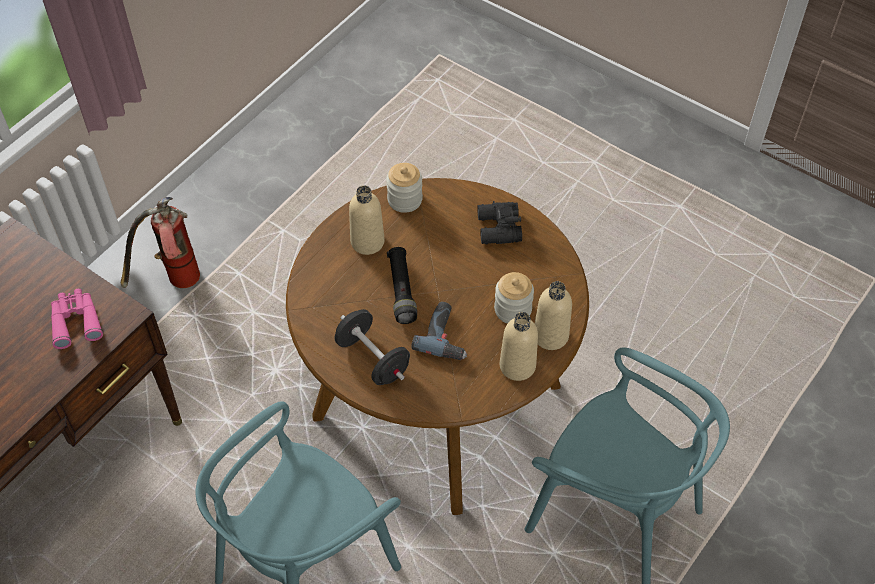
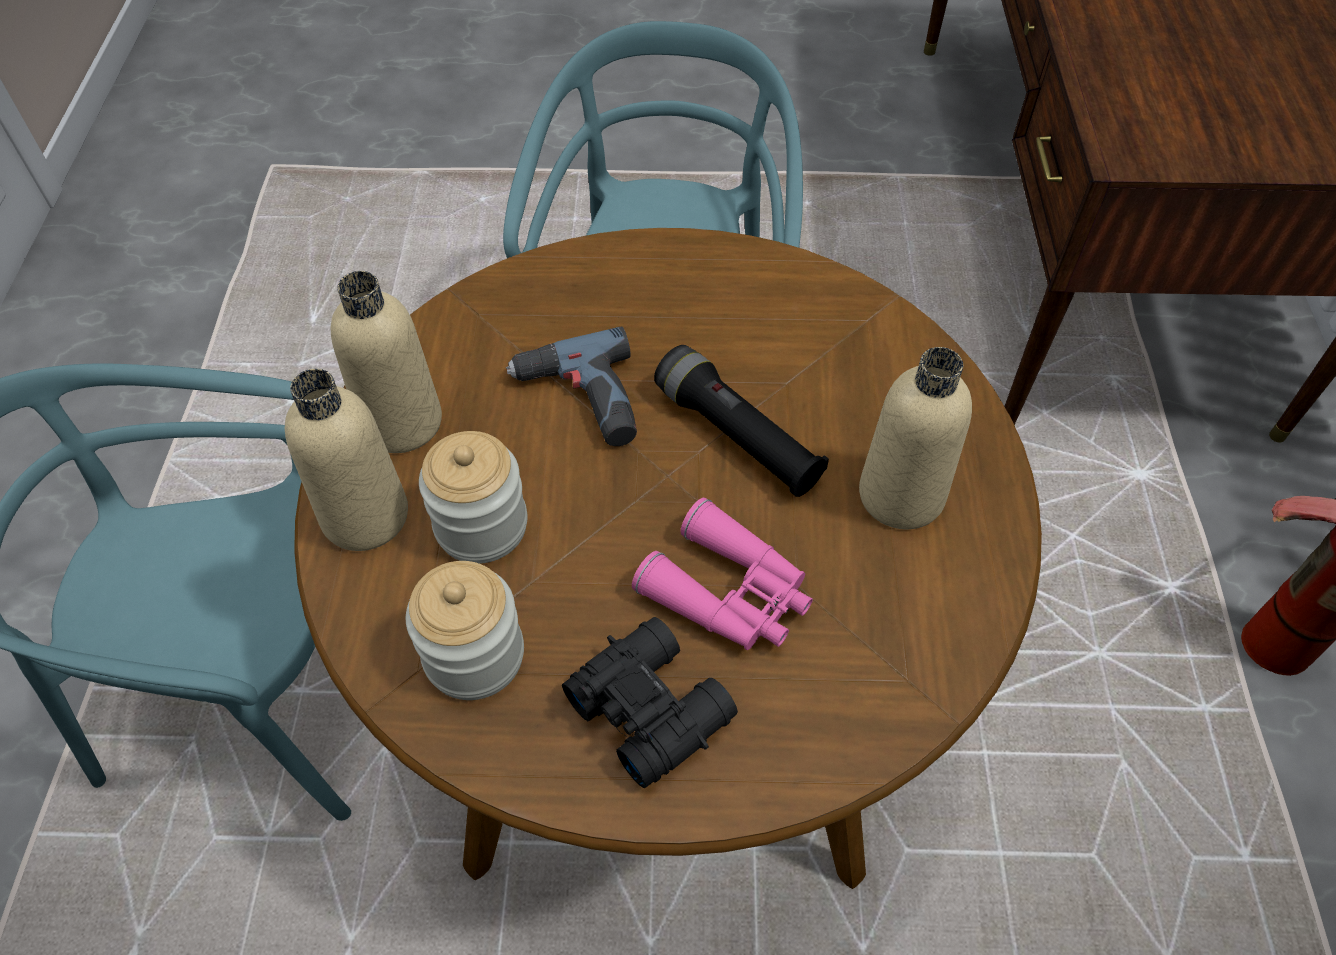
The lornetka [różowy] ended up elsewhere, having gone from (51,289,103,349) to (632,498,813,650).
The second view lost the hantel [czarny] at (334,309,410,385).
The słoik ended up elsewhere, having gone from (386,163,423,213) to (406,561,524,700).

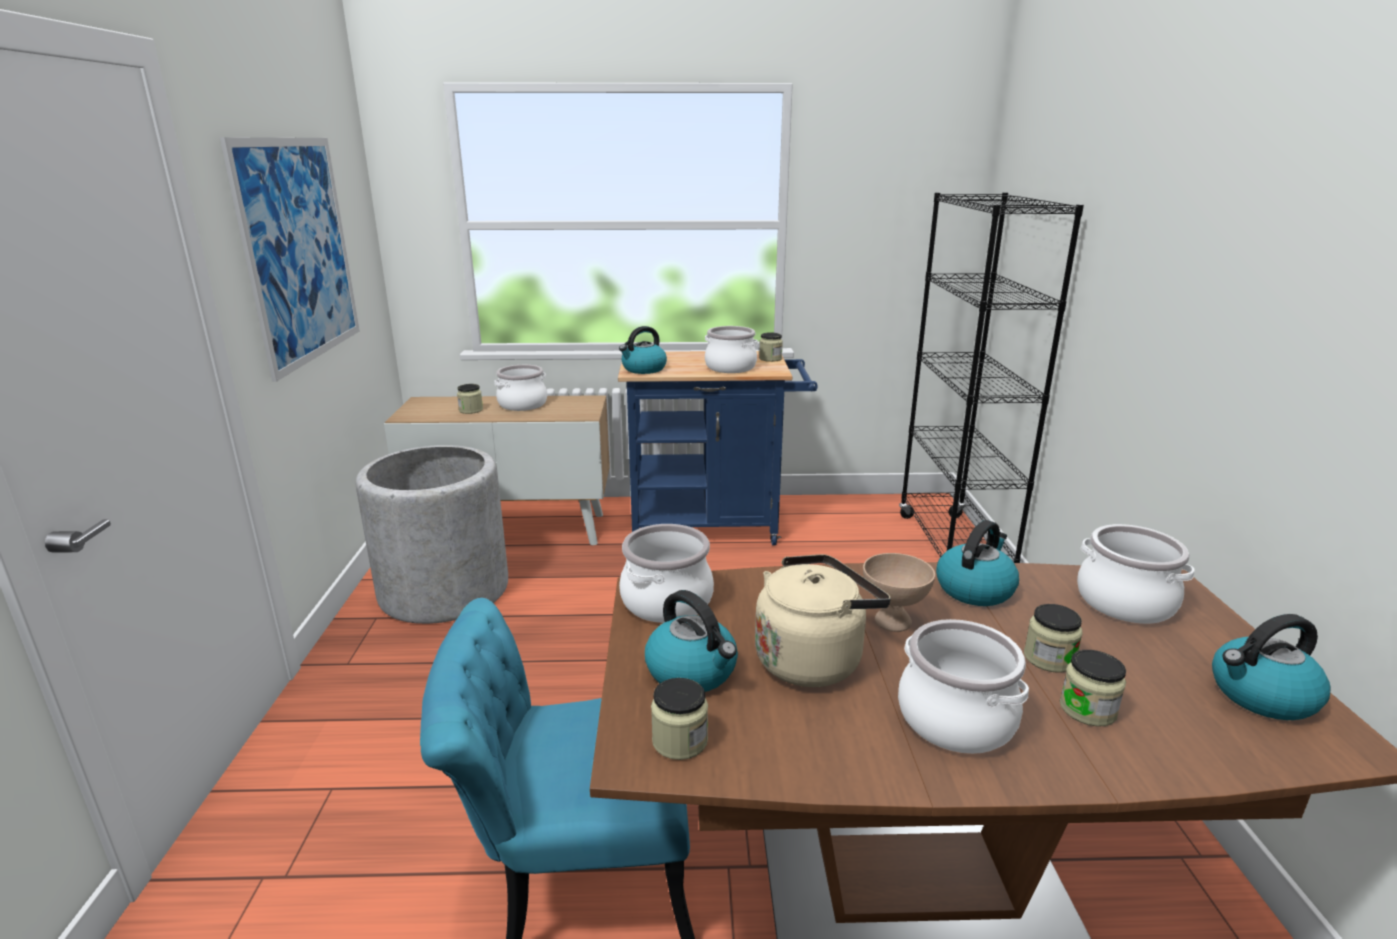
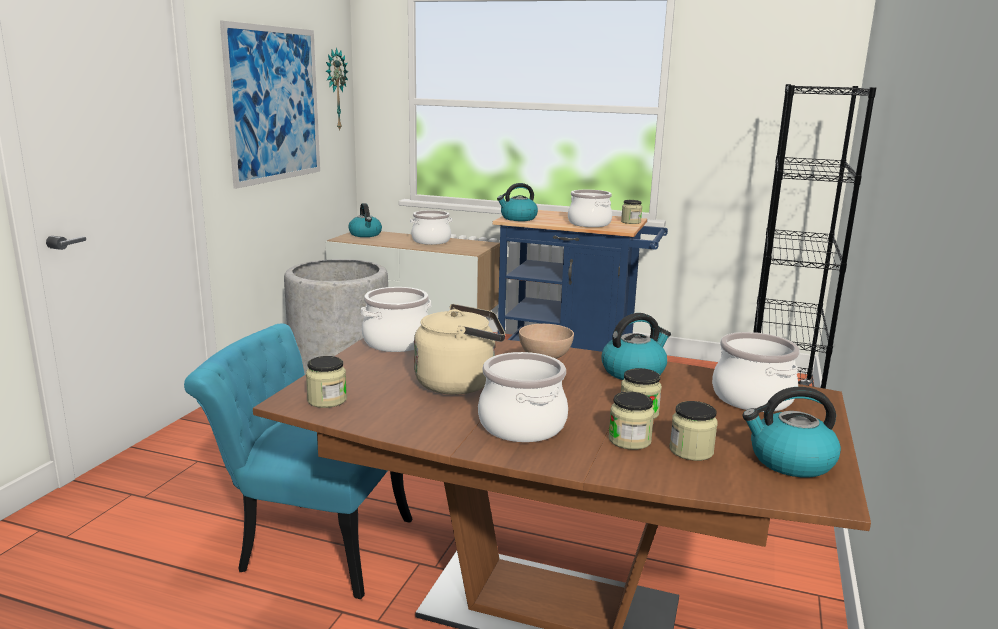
The słoik ended up elsewhere, having gone from (457,384,483,414) to (669,401,718,461).
The czajnik ended up elsewhere, having gone from (645,590,738,692) to (348,203,382,237).
The second view gained the zegar ścienny at (326,48,349,131).

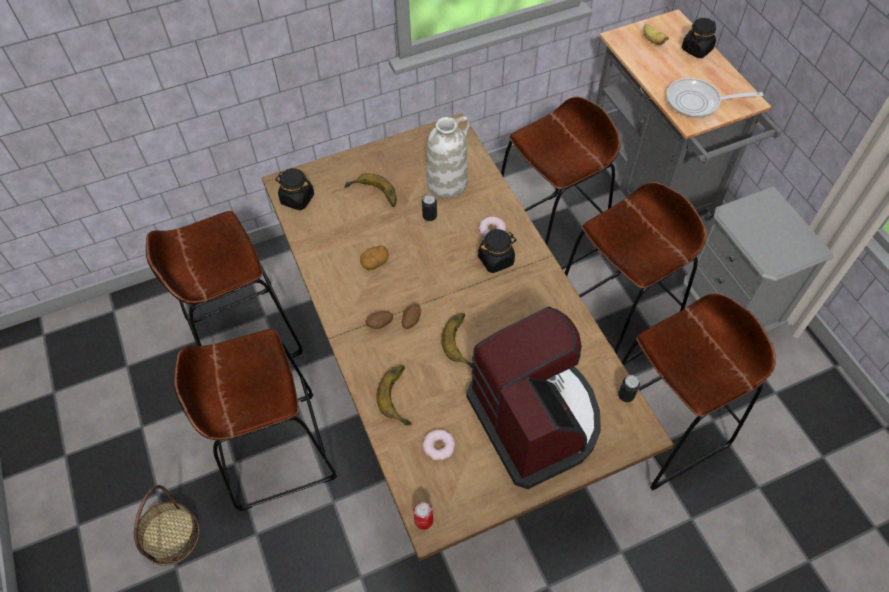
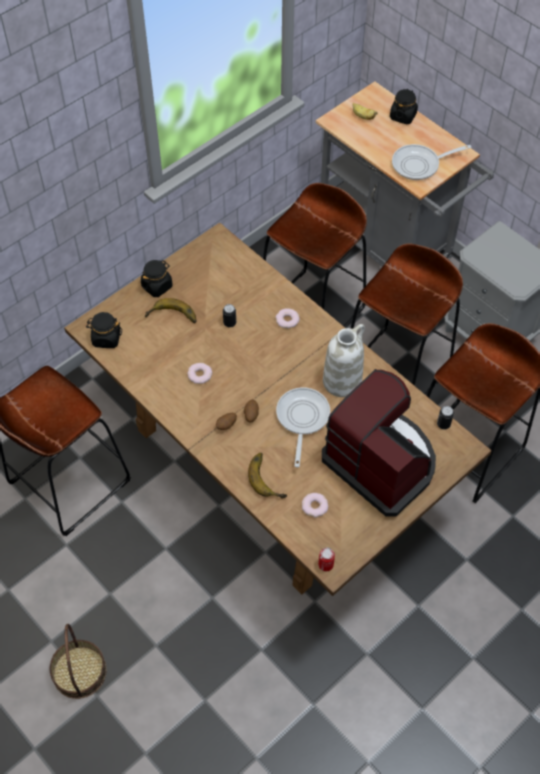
The second view lost the stołek [brązowy] at (174,329,337,511).
Where the ziemniak stood at (360,246,389,271), the donut came to stand at (187,363,212,384).
The wazon [biały] ended up elsewhere, having gone from (426,116,471,198) to (323,324,365,397).
Where the banan stood at (441,313,473,368), the patelnia came to stand at (276,387,330,467).
The słoik [czarny] ended up elsewhere, having gone from (478,229,517,273) to (141,260,172,297).

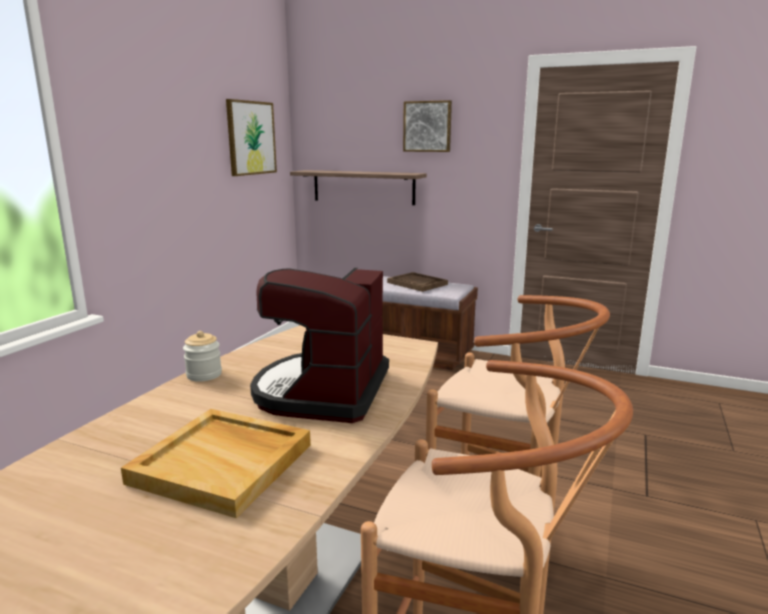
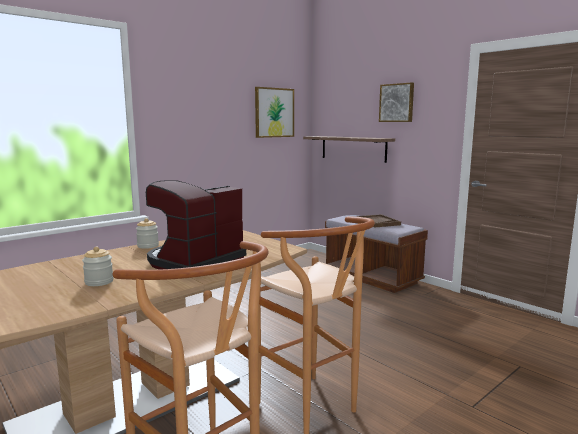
Where the taca [beżowy] stood at (121,409,311,518), the słoik came to stand at (82,247,114,286).

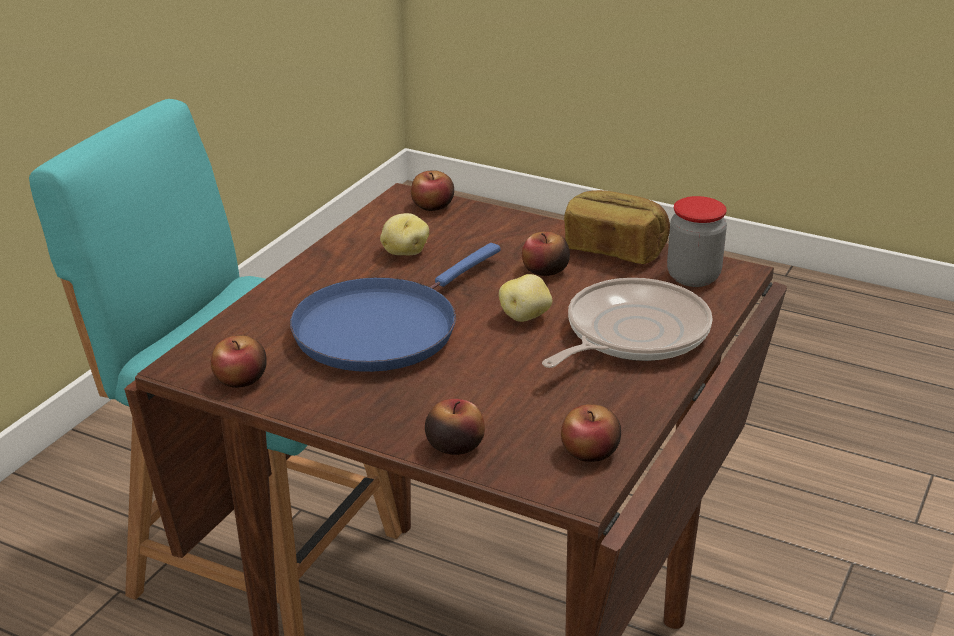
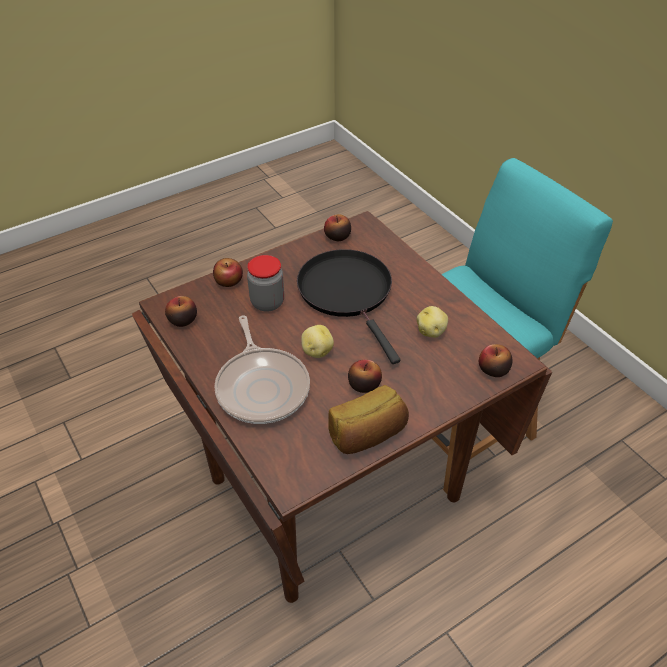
What was the patelnia [niebieski] at (290,243,500,372) turned into the patelnia [czarny] at (297,249,401,364).
The słoik ended up elsewhere, having gone from (667,196,727,287) to (247,255,284,312).

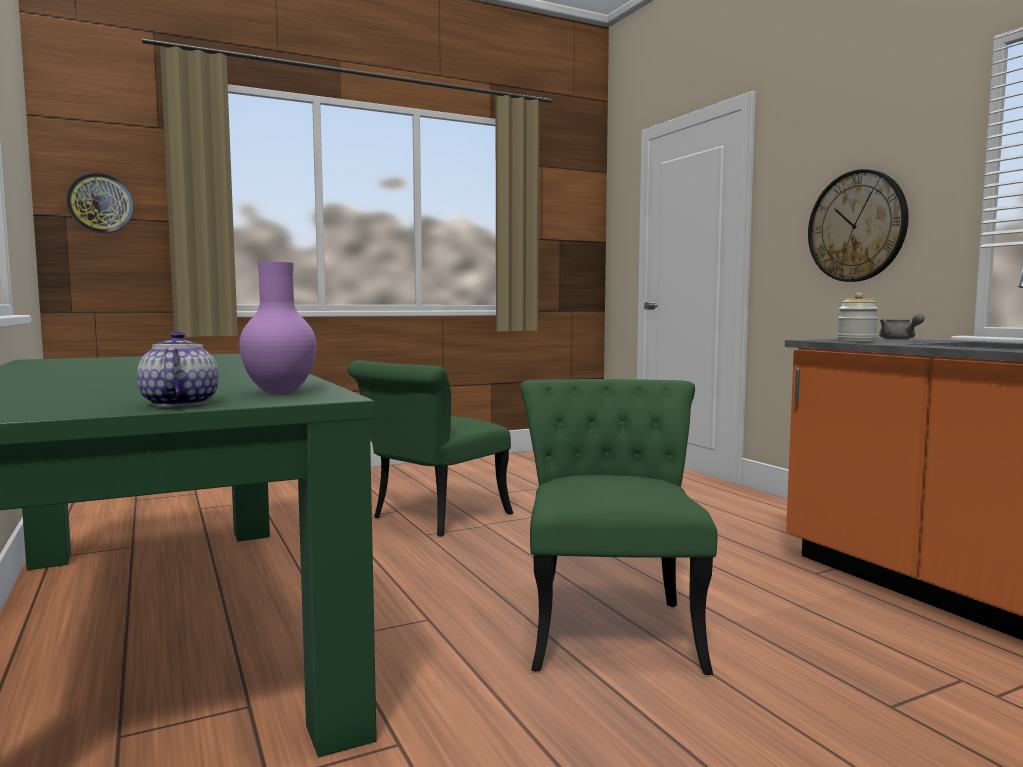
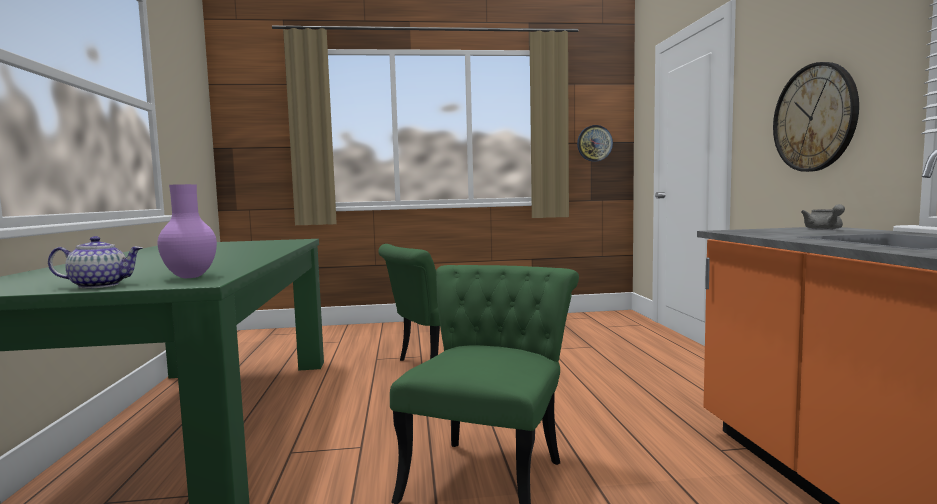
The zegar ścienny ended up elsewhere, having gone from (66,173,134,233) to (577,125,613,162).
The imbryk at (137,331,219,407) ended up facing another way, 75 degrees clockwise from before.
The second view lost the słoik at (837,292,878,342).

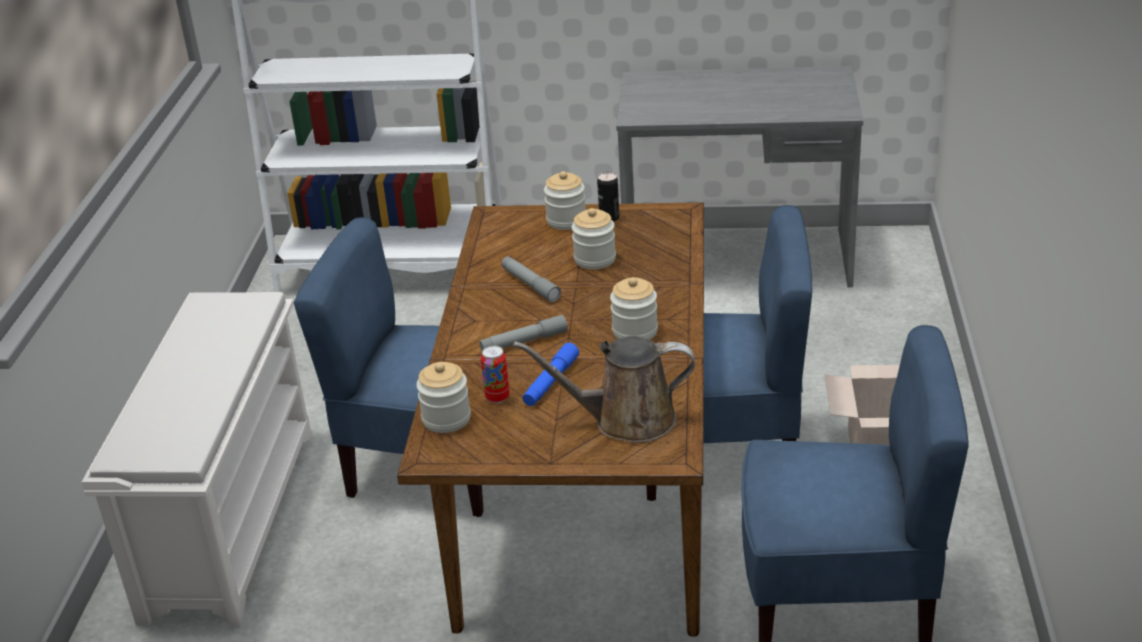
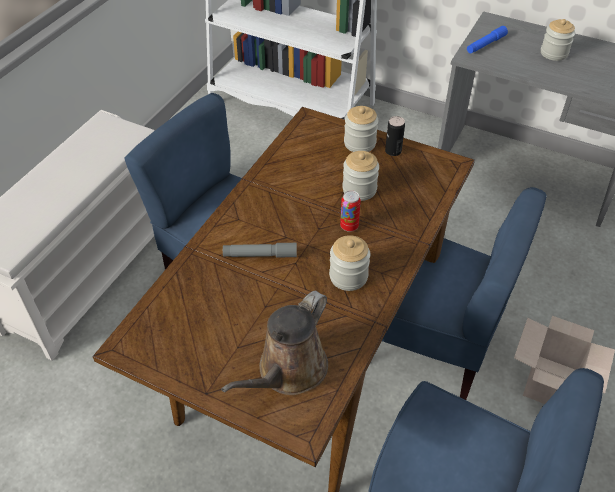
The słoik ended up elsewhere, having gone from (416,362,471,433) to (541,19,575,61).
The puszka ended up elsewhere, having gone from (481,345,510,403) to (340,191,361,232).
The second view lost the latarka [szary] at (501,257,561,302).
The konewka [brązowy] at (513,336,695,443) ended up facing another way, 75 degrees counterclockwise from before.
The latarka [niebieski] ended up elsewhere, having gone from (522,343,579,406) to (467,26,508,54).

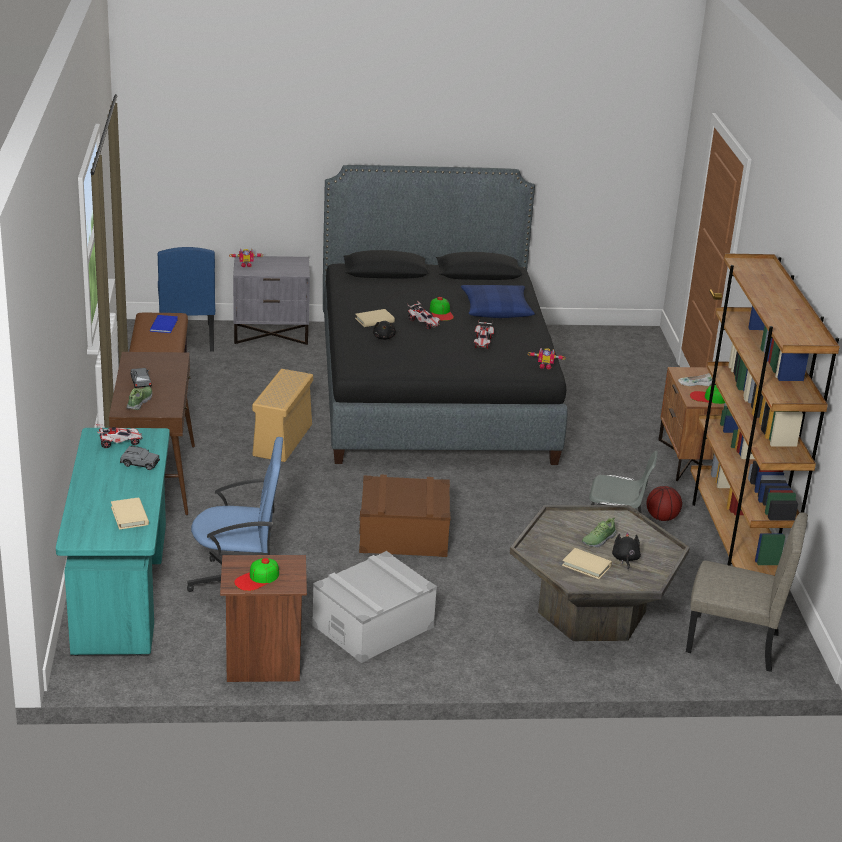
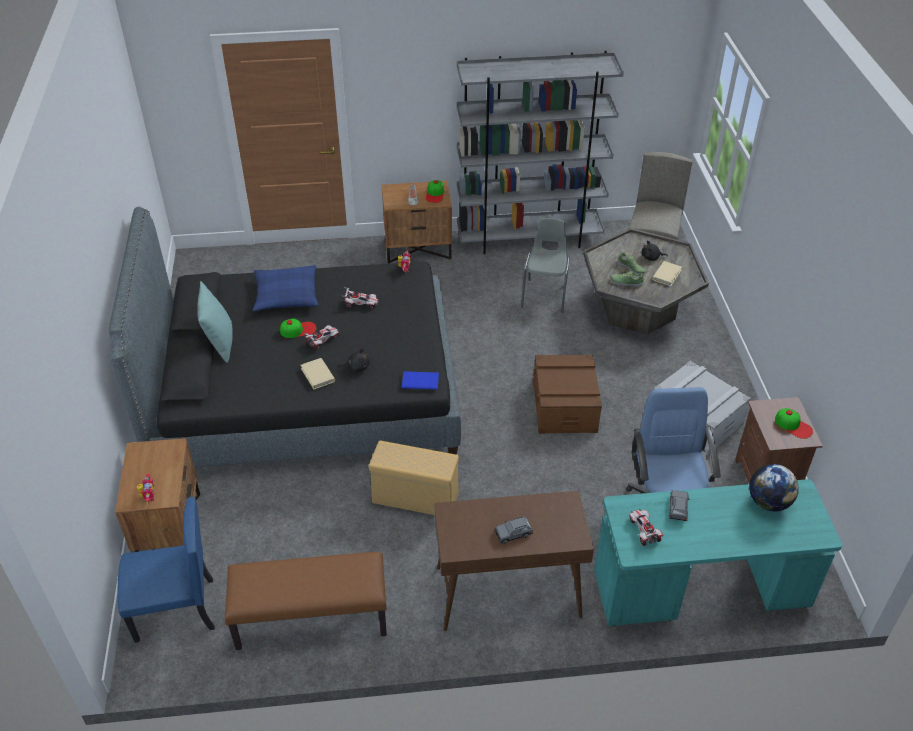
Where the książka [beżowy] stood at (111,498,149,530), the globus came to stand at (749,464,799,512).
The but ended up elsewhere, having gone from (127,386,152,410) to (611,271,644,287).
The książka [niebieski] ended up elsewhere, having gone from (150,315,178,333) to (402,371,439,390).
What was the szafka nocna [szary] at (233,256,310,345) turned into the szafka nocna [brązowy] at (115,438,200,552).
The second view lost the piłka do koszykówki at (646,486,682,521).
What was the regał [brązowy] at (691,253,840,576) turned into the regał [szary] at (457,51,624,254).
The second view gained the poduszka [turkusowy] at (198,281,233,363).

